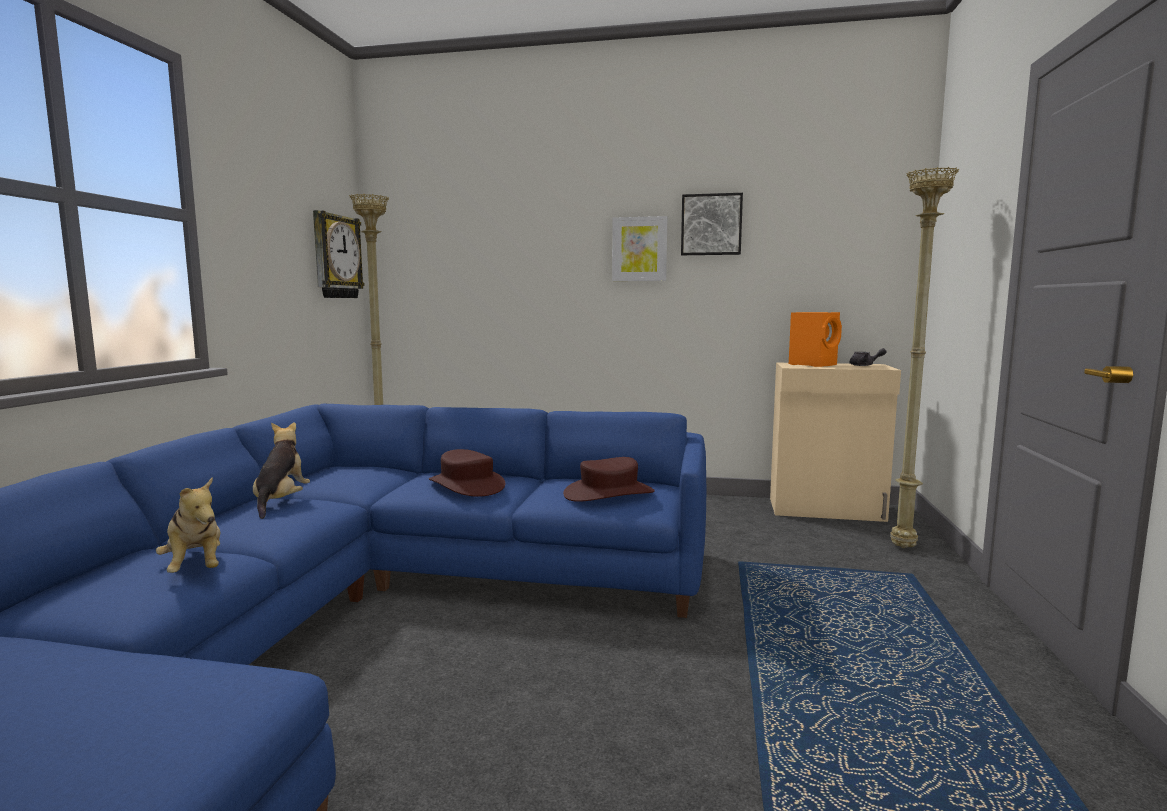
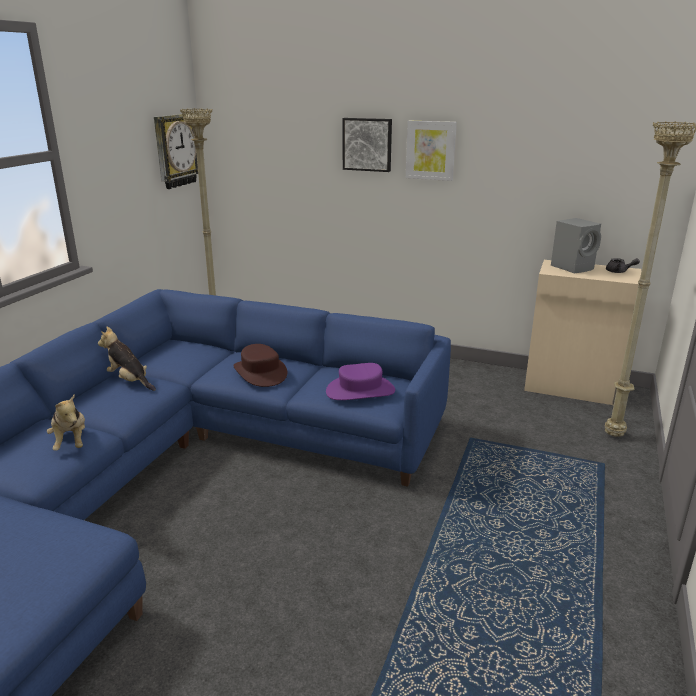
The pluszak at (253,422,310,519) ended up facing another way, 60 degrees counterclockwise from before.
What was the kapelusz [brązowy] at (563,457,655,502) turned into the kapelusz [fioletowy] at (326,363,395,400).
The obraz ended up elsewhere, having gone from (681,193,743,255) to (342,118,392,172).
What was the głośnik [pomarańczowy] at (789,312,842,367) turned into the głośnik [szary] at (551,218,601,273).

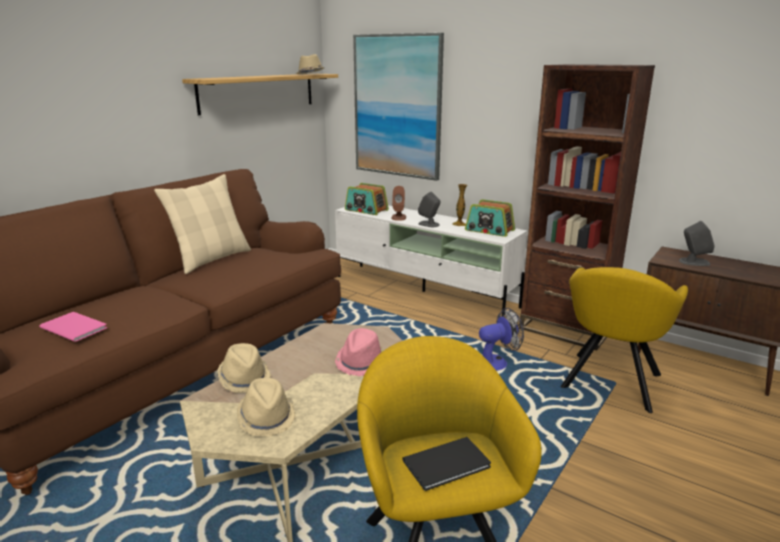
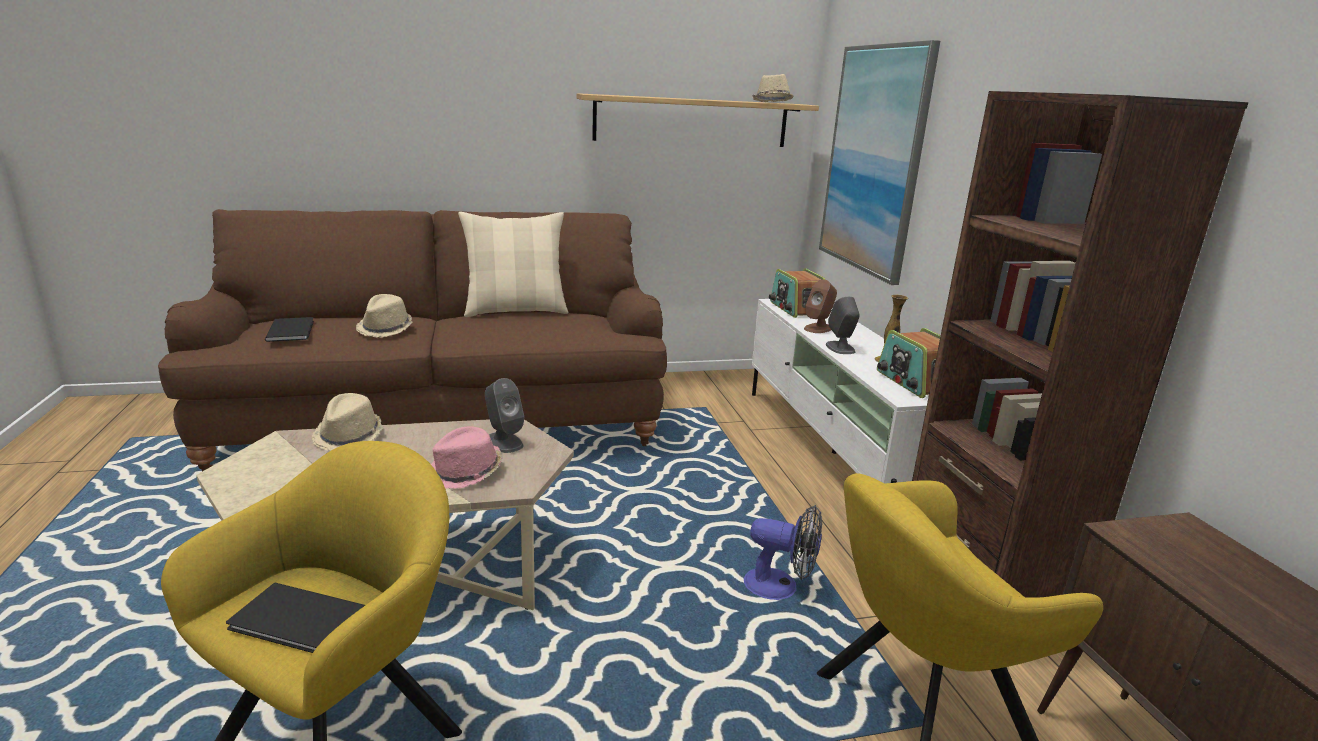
What was the książka [różowy] at (39,312,107,342) turned into the książka [czarny] at (265,317,314,342).
The kapelusz [beżowy] ended up elsewhere, having gone from (237,378,296,436) to (356,294,412,338).
The głośnik [szary] ended up elsewhere, having gone from (679,221,715,266) to (485,378,524,453).

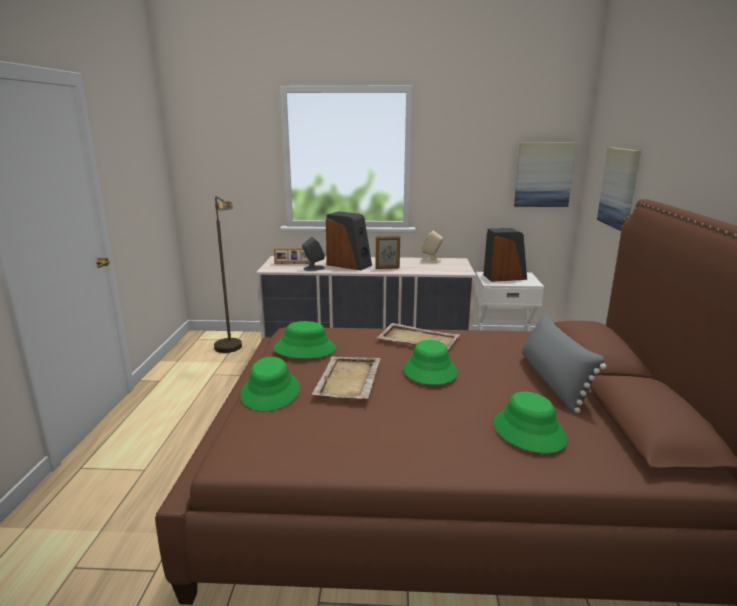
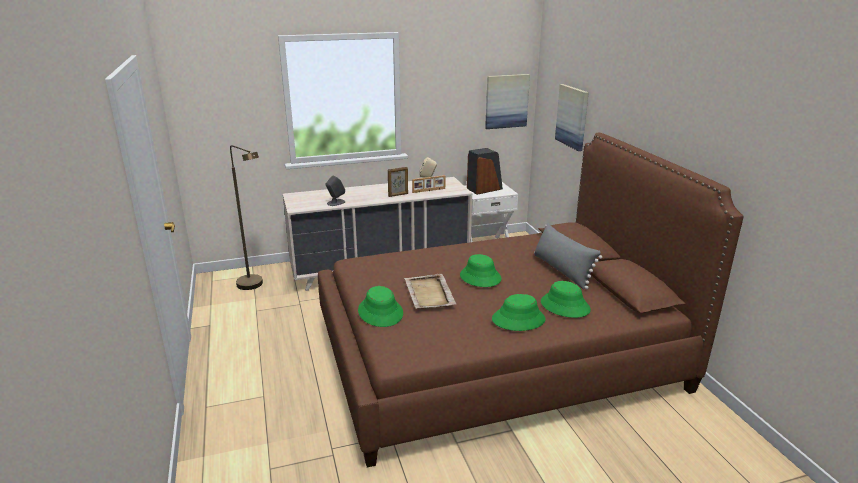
The ramka na zdjęcie ended up elsewhere, having gone from (274,248,315,264) to (412,175,445,193).
The kapelusz [zielony] ended up elsewhere, having gone from (274,321,336,359) to (492,294,546,331).
The second view lost the głośnik at (326,211,372,270).
The second view lost the taca [beżowy] at (376,323,460,350).

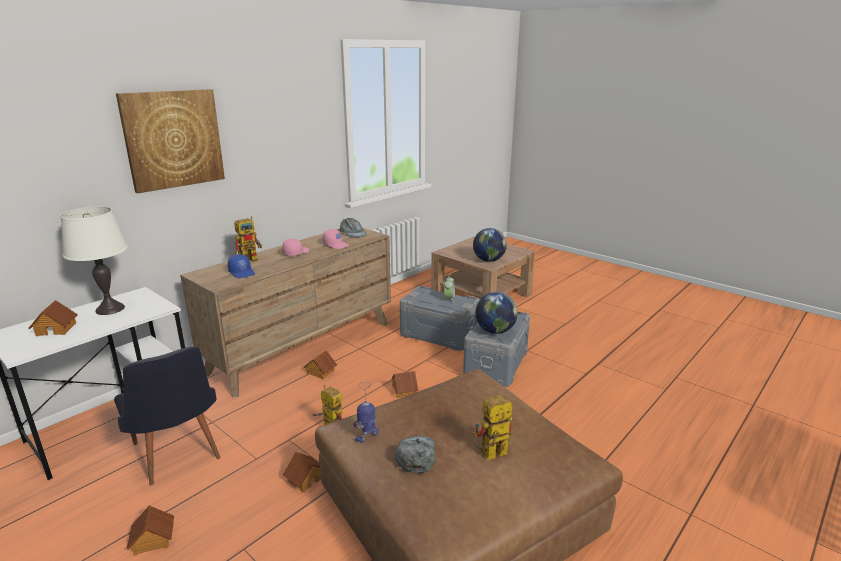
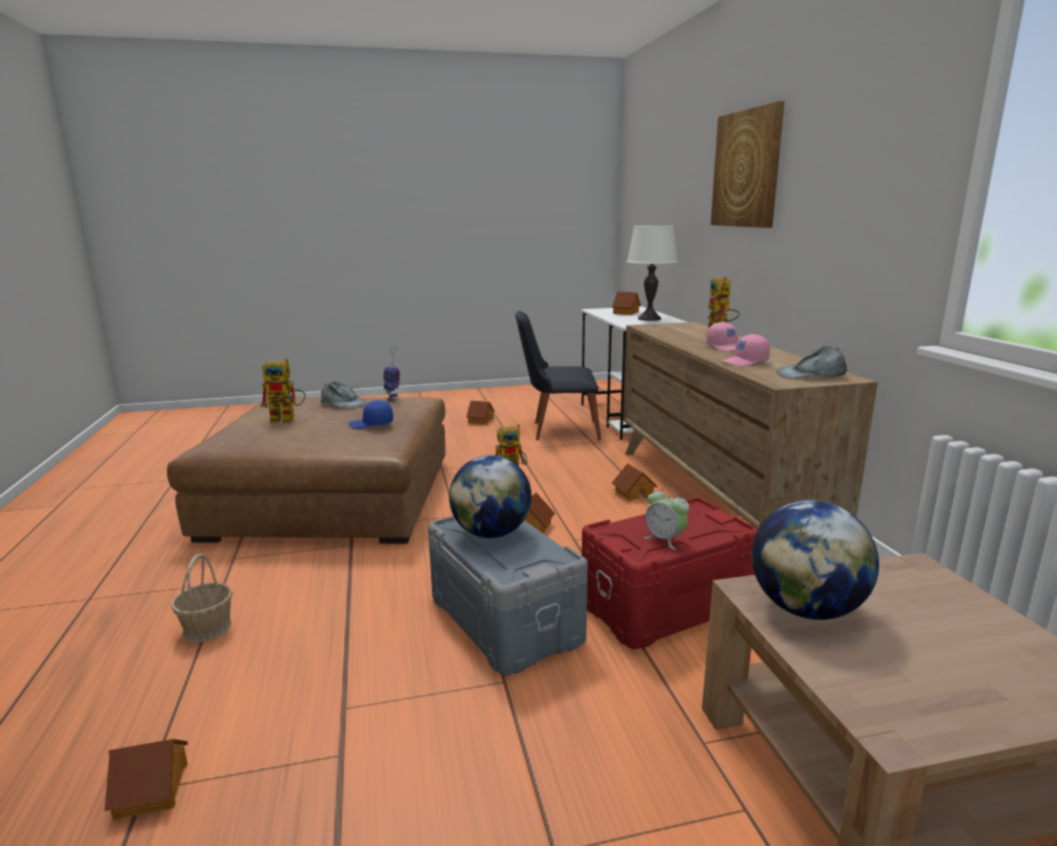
The czapka z daszkiem [niebieski] ended up elsewhere, having gone from (228,254,255,278) to (349,400,393,429).
The domek ended up elsewhere, having gone from (283,452,321,493) to (104,739,188,820).
What was the pojemnik do przechowywania [szary] at (400,286,480,351) turned into the pojemnik do przechowywania [czerwony] at (582,497,758,649).
The robot zabawkowy at (473,394,512,460) ended up facing another way, 75 degrees clockwise from before.
The second view gained the koszyk at (171,554,233,642).

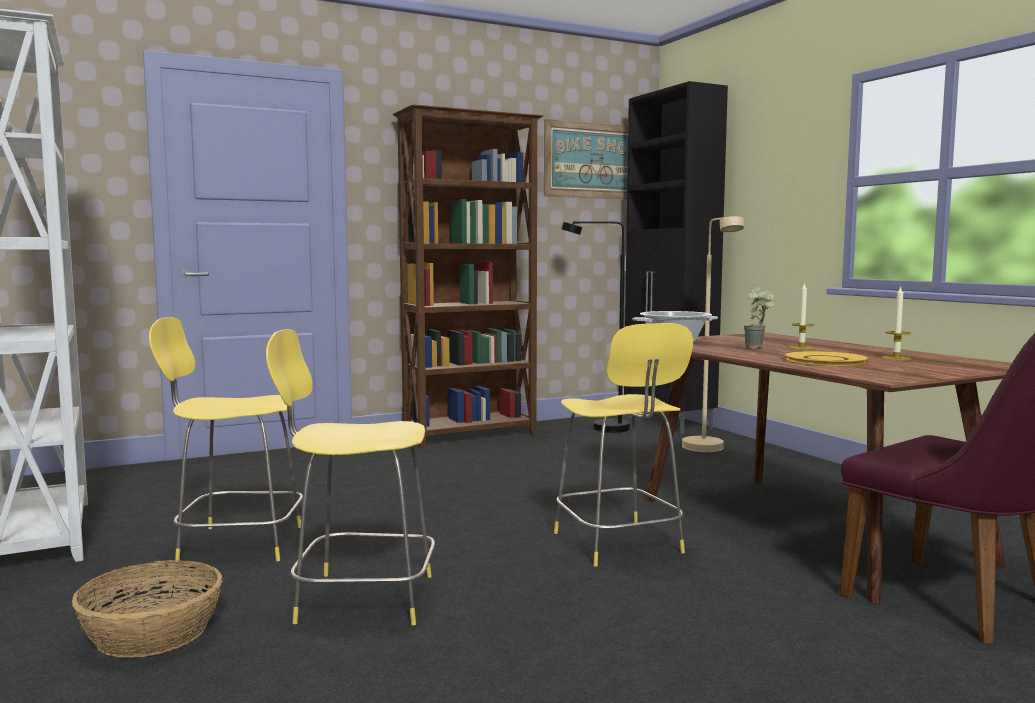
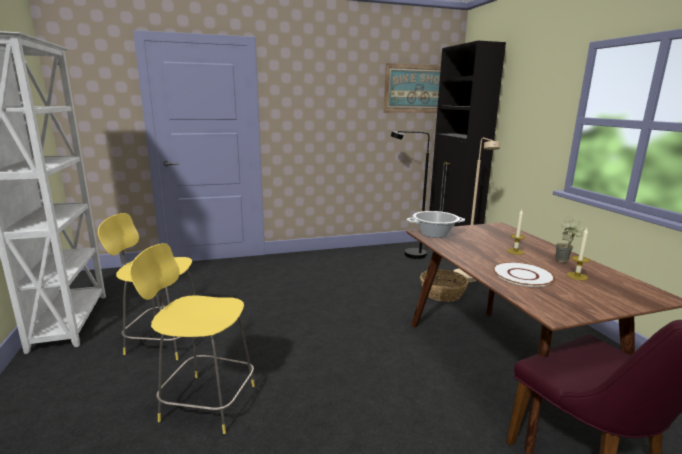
The koszyk ended up elsewhere, having gone from (72,560,222,658) to (420,269,468,302).
The second view lost the regał [brązowy] at (393,104,543,448).
The second view lost the stołek [żółty] at (554,323,693,567).
The roślina doniczkowa ended up elsewhere, having gone from (743,287,775,349) to (556,216,583,263).
What was the talerz [żółty] at (783,351,871,366) turned into the talerz [biały] at (493,262,555,287).

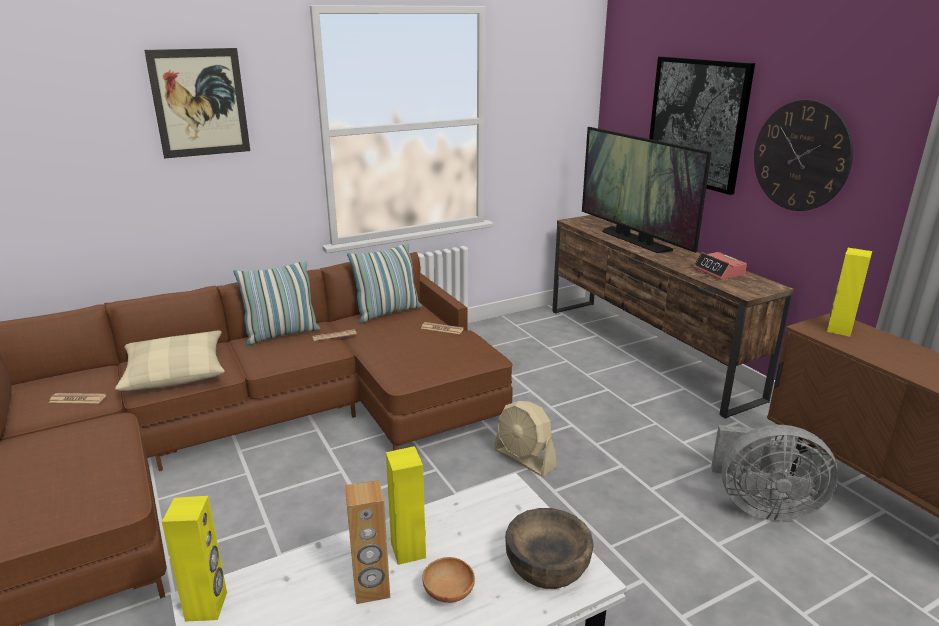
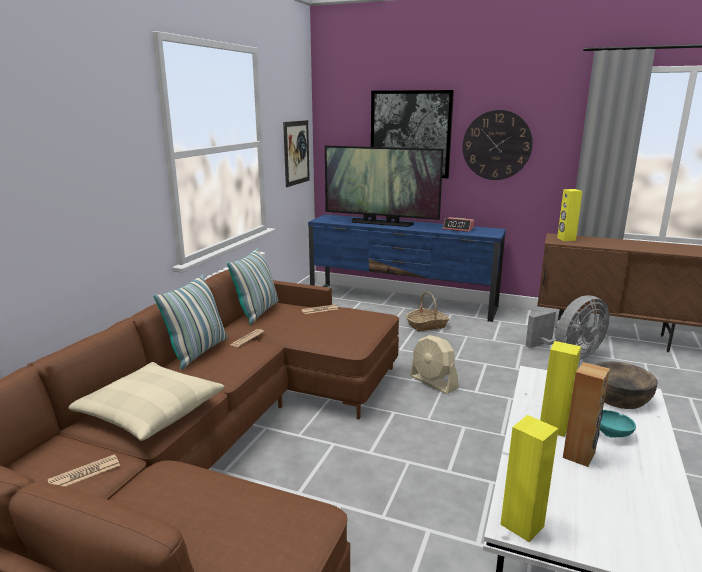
The obraz ended up elsewhere, having gone from (144,48,250,159) to (283,120,310,187).
What was the miska [brązowy] at (422,557,475,603) turned into the miska [turkusowy] at (599,410,636,438).
The wentylator [beżowy] at (494,401,557,476) ended up facing another way, 45 degrees clockwise from before.
What was the szafka pod telewizor [brązowy] at (552,215,794,419) turned into the szafka pod telewizor [niebieski] at (308,214,506,322).
The second view gained the koszyk at (406,292,450,331).

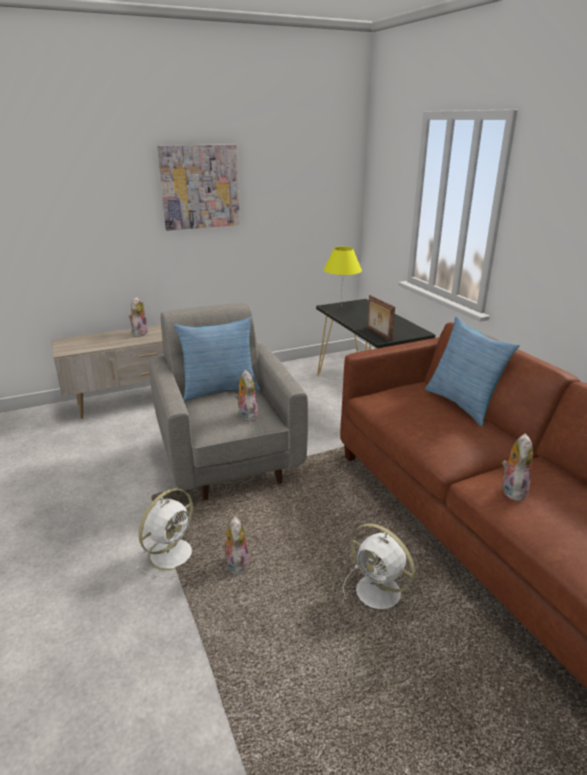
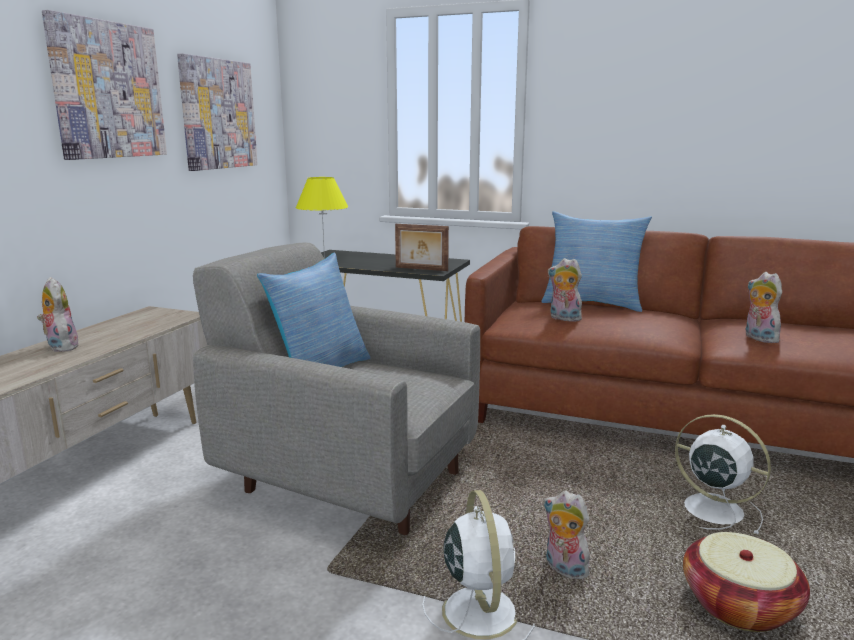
The pluszak ended up elsewhere, having gone from (235,370,258,421) to (548,258,582,322).
The wentylator [biały] at (343,523,415,609) ended up facing another way, 135 degrees counterclockwise from before.
The second view gained the obraz at (177,53,258,171).
The second view gained the koszyk at (683,532,810,632).

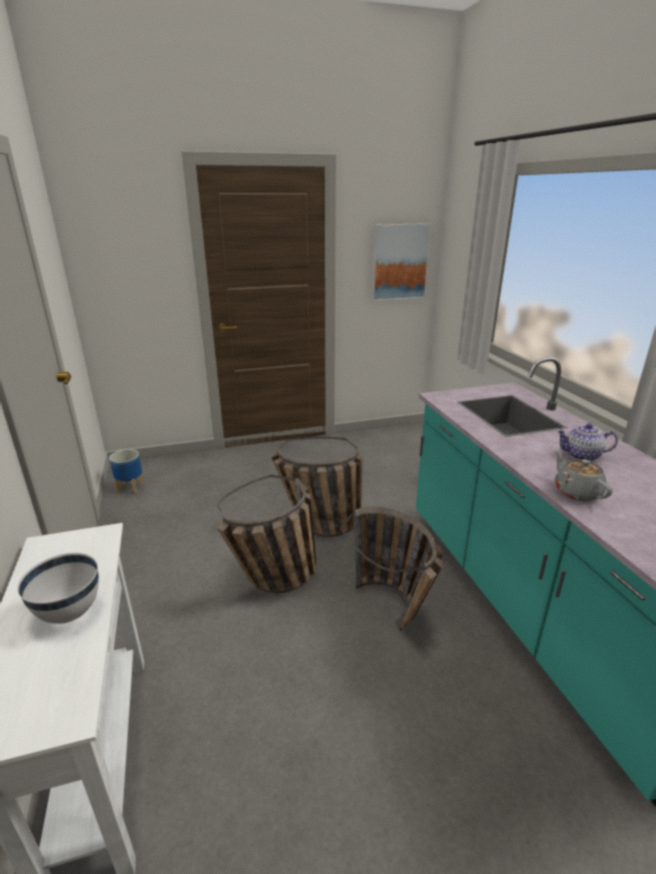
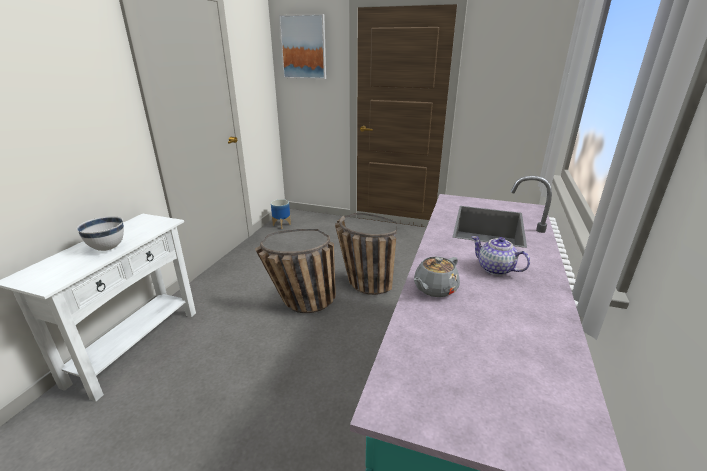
The second view lost the koszyk at (340,507,443,631).
The obraz ended up elsewhere, having gone from (371,223,432,301) to (279,14,326,79).
The imbryk [szary] at (555,450,612,501) ended up facing another way, 150 degrees counterclockwise from before.

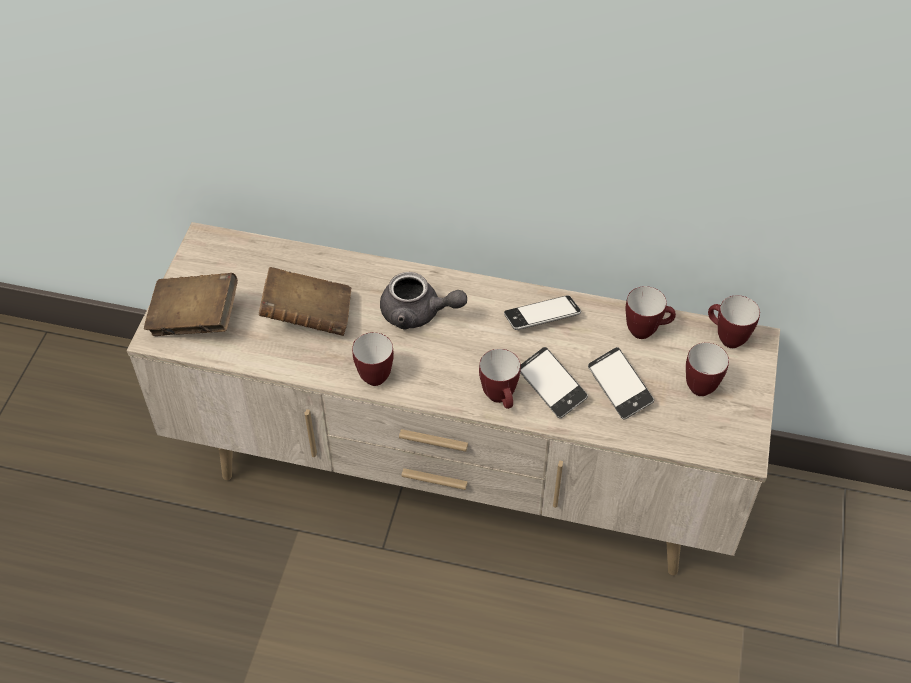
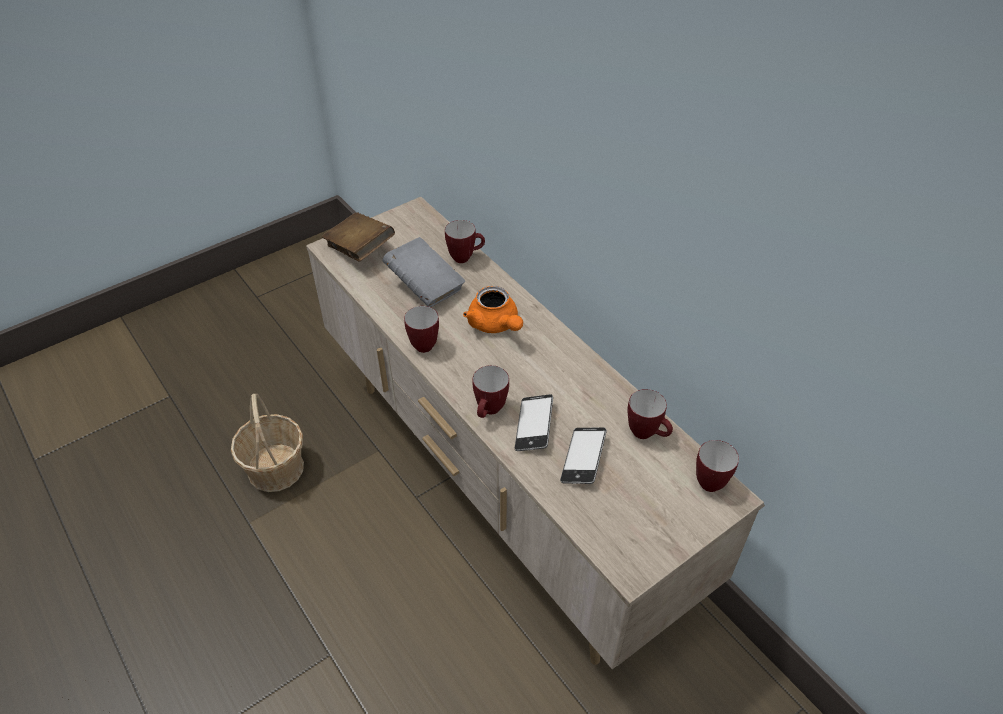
What was the książka [brązowy] at (259,267,351,336) turned into the książka [szary] at (382,237,465,307).
What was the imbryk [szary] at (380,272,467,329) turned into the imbryk [pomarańczowy] at (463,286,523,333).
The second view lost the telefon at (504,295,581,330).
The kubek ended up elsewhere, having gone from (686,343,729,396) to (445,220,485,263).
The second view gained the koszyk at (231,394,304,492).

